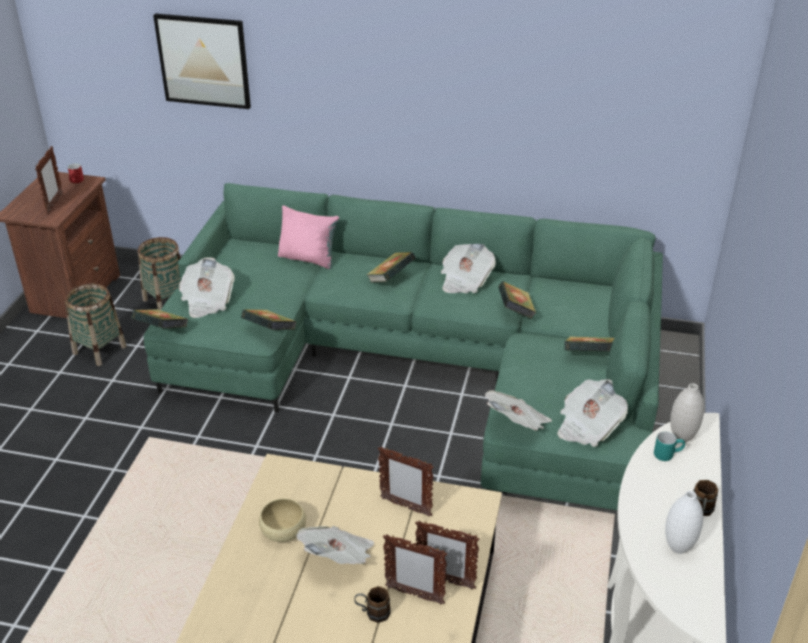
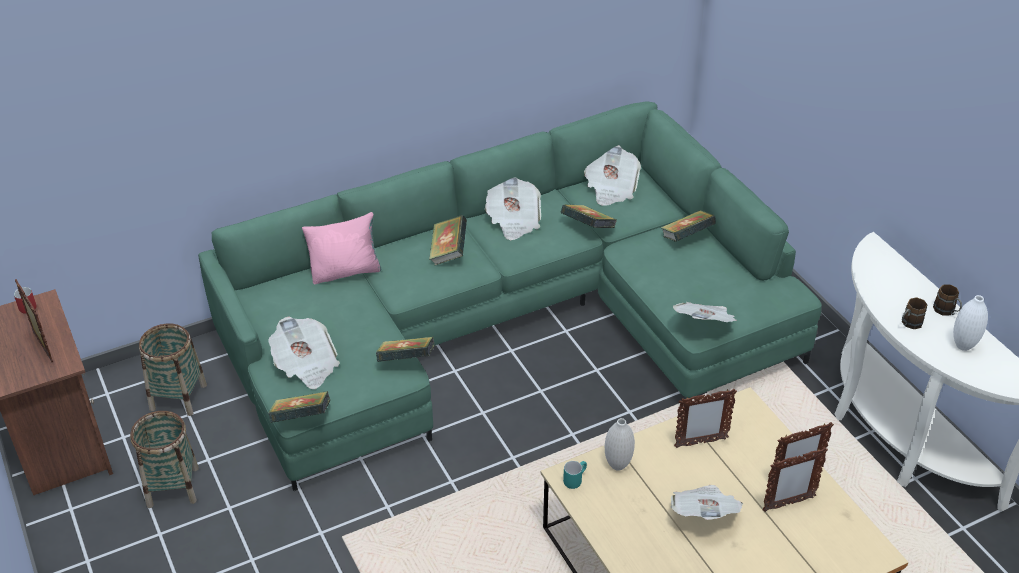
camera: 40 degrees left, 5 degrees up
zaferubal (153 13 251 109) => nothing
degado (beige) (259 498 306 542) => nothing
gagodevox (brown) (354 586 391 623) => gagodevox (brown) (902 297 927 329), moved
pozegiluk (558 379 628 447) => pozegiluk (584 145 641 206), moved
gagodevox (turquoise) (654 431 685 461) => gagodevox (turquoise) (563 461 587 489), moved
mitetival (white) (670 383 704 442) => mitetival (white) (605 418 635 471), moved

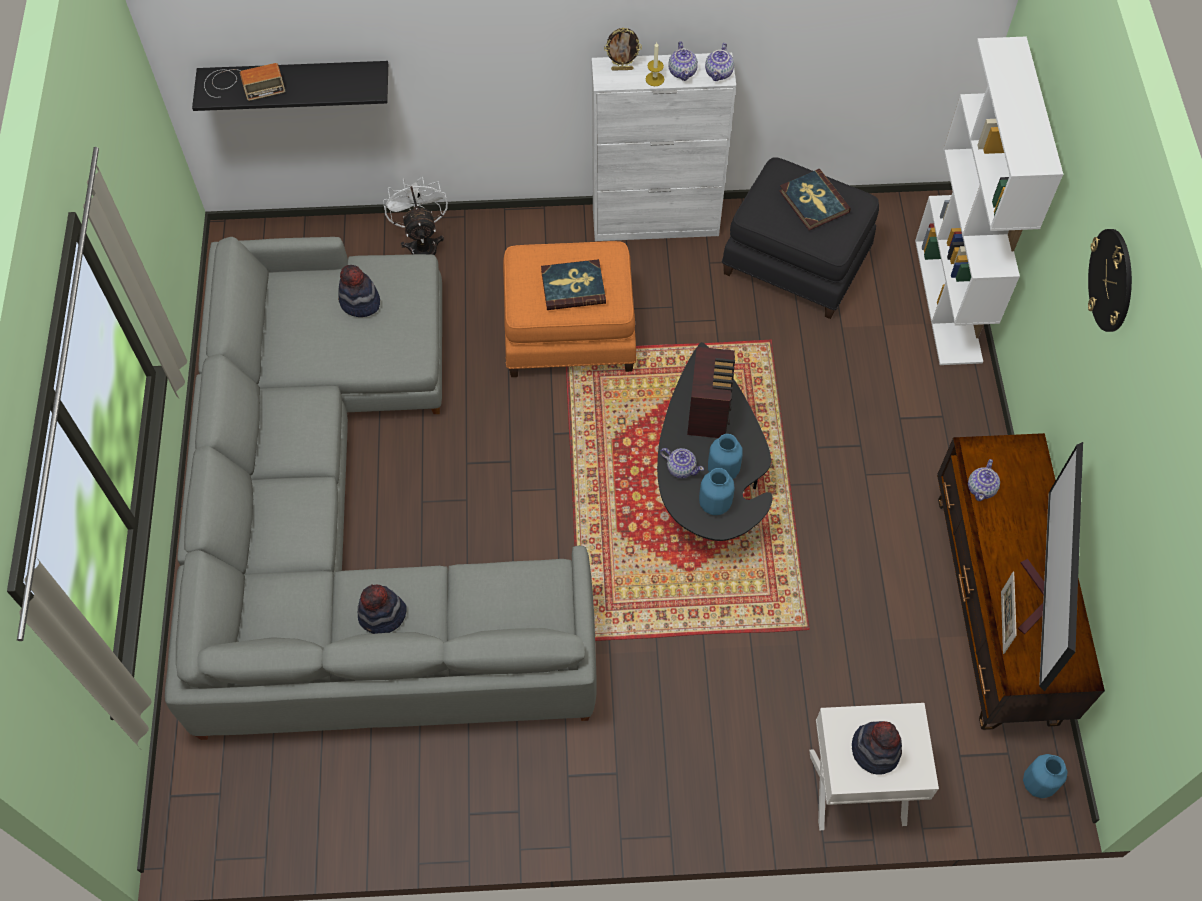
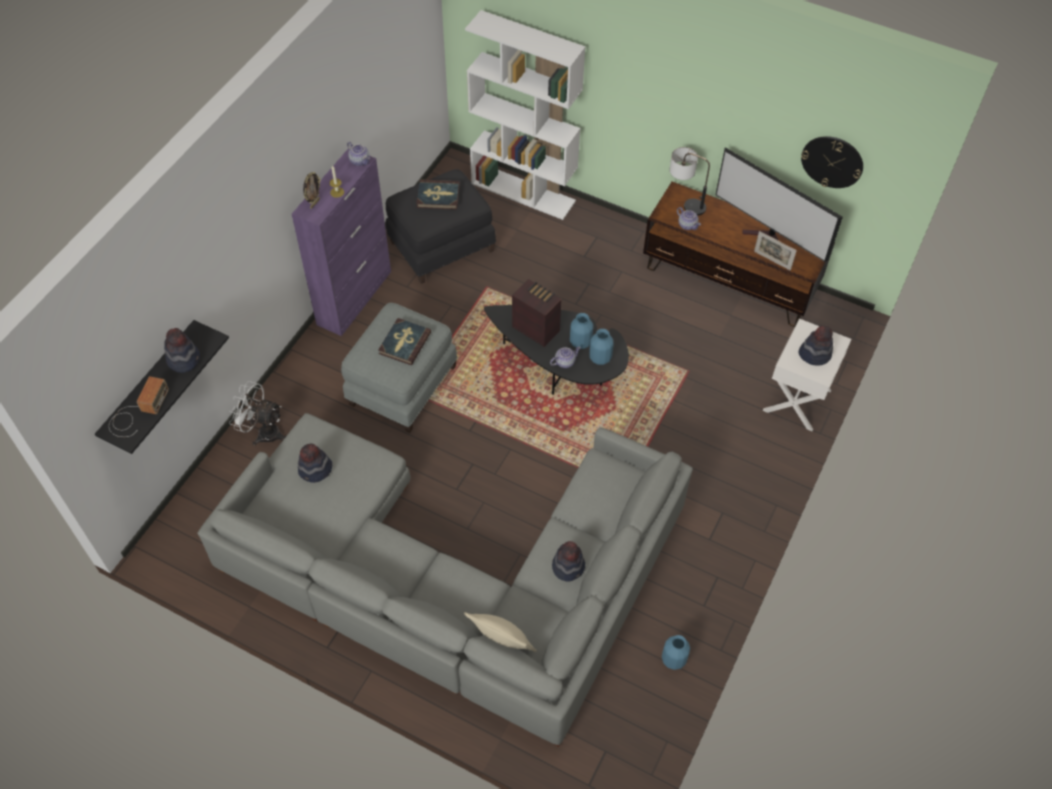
camera: 60 degrees left, 5 degrees down
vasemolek (668 41 698 81) => nothing
nothing => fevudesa (164 328 200 373)
nothing => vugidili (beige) (464 612 537 652)
nothing => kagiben (669 147 710 216)
mitetival (blue) (1023 754 1067 798) => mitetival (blue) (662 635 690 670), moved
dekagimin (1088 229 1132 332) => dekagimin (801 136 863 188), moved
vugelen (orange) (503 241 637 377) => vugelen (grey) (341 303 457 433)
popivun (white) (592 52 736 241) => popivun (purple) (292 149 391 336)

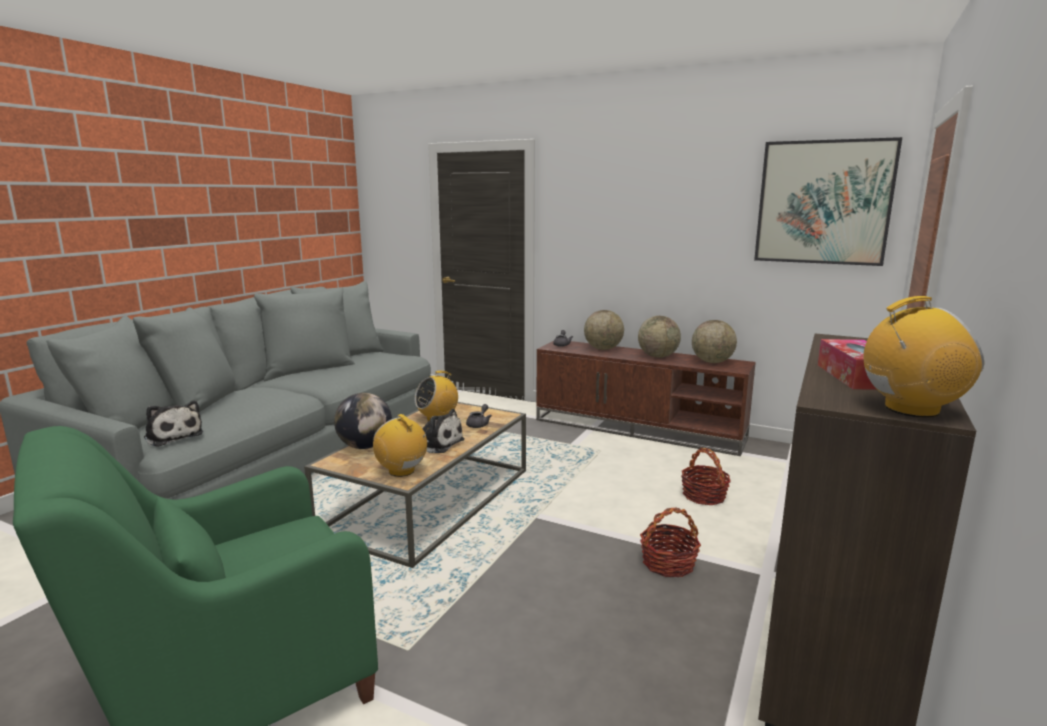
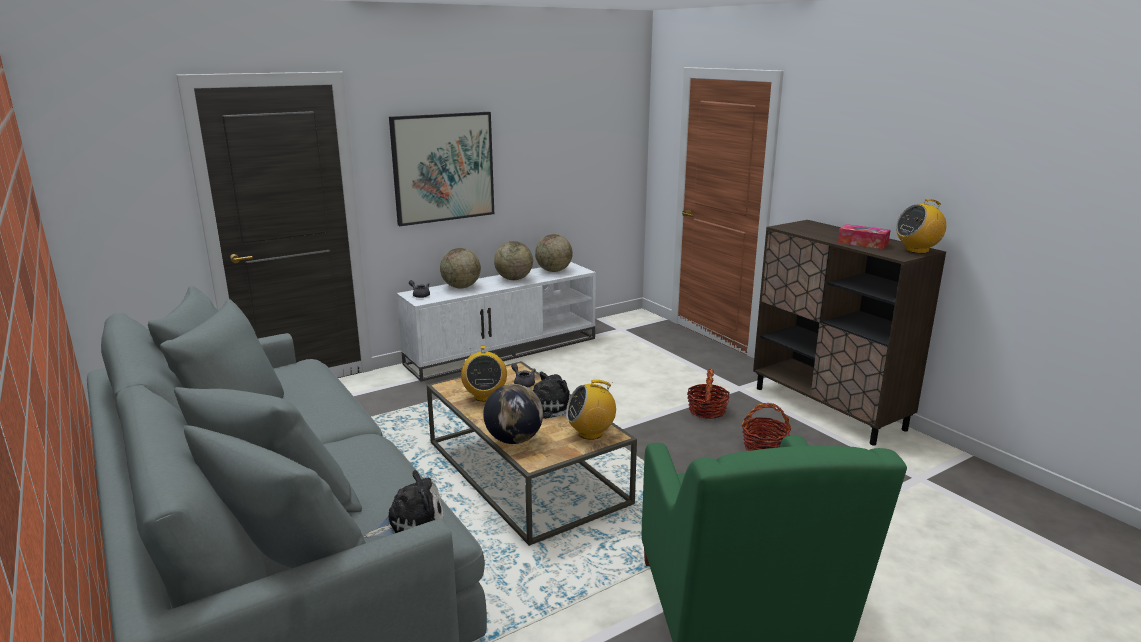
camera: 60 degrees left, 5 degrees up
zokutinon (681 448 731 505) => zokutinon (741 403 791 451), moved
zaferubal (754 137 902 266) => zaferubal (389 112 494 226), moved
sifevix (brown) (536 341 756 456) => sifevix (white) (397 262 596 381)
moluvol (863 296 984 418) => moluvol (896 199 946 254), 135 degrees counterclockwise

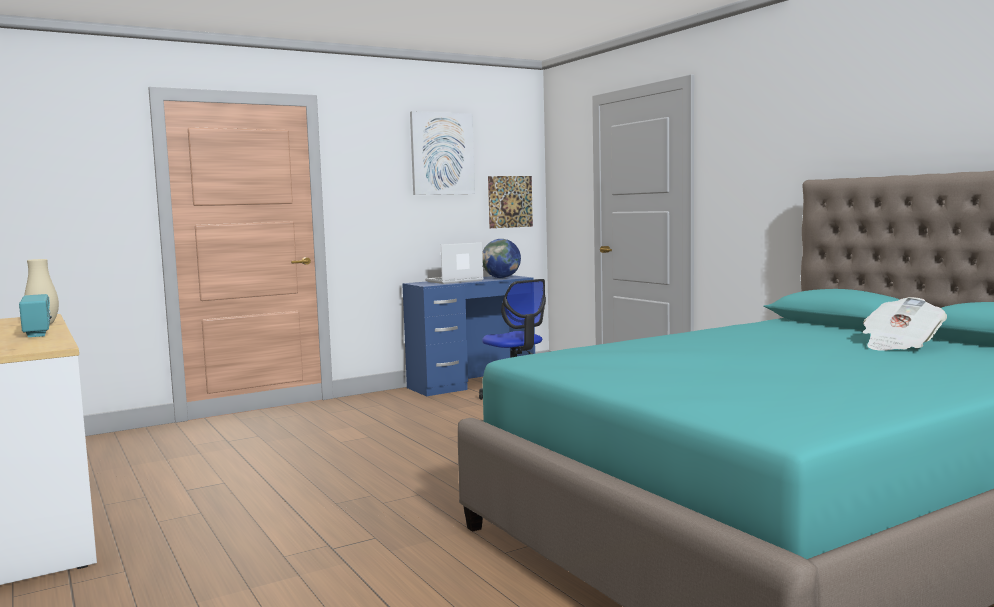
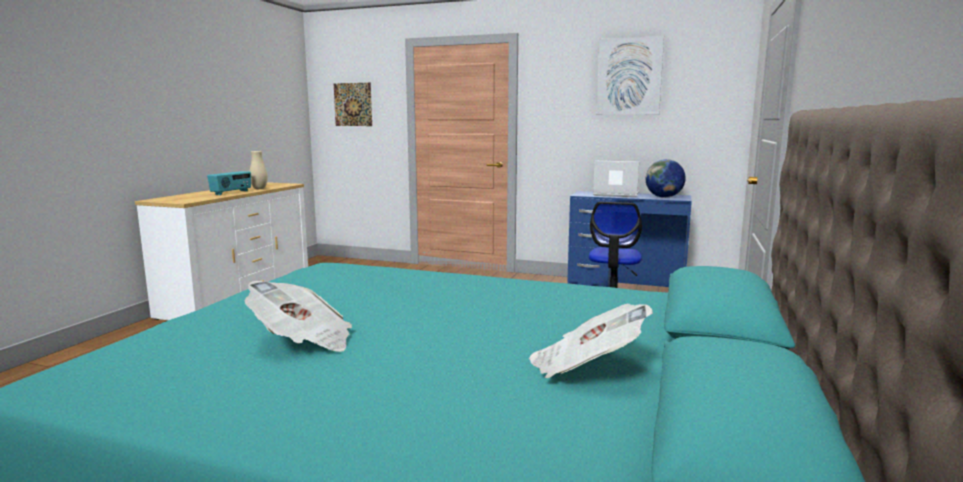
camera: 50 degrees right, 5 degrees up
nothing => pozegiluk (244 281 352 352)
zaferubal (488 176 533 228) => zaferubal (334 83 372 126), moved

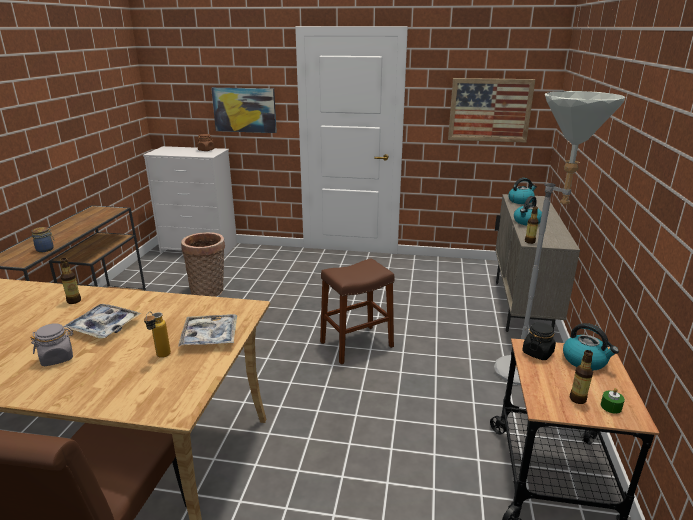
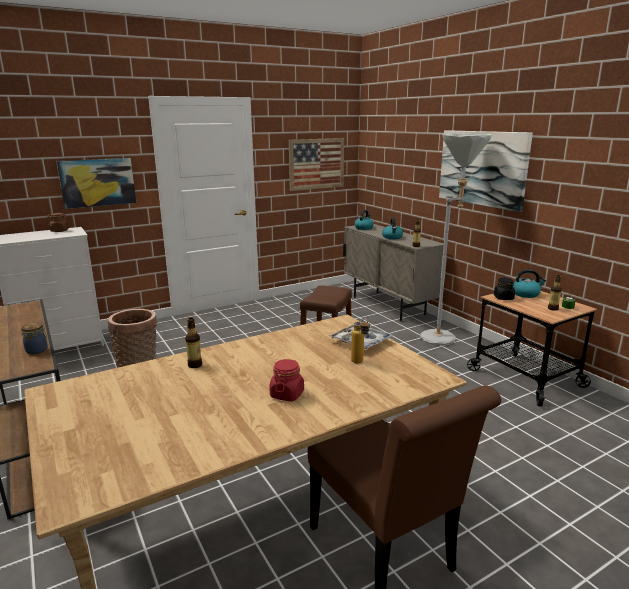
camera: 40 degrees left, 5 degrees down
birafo (64 304 141 338) => nothing
nothing => zaferubal (439 130 533 212)
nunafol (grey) (30 323 73 366) => nunafol (red) (269 359 304 401)

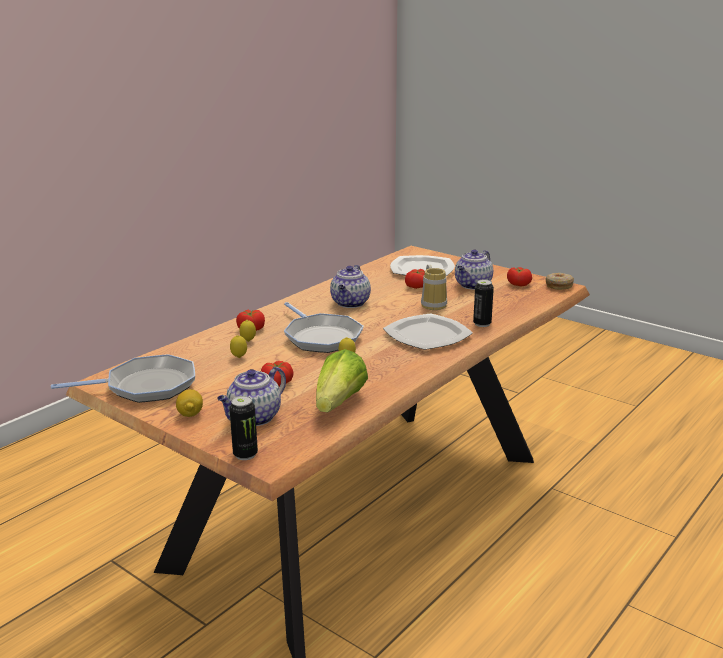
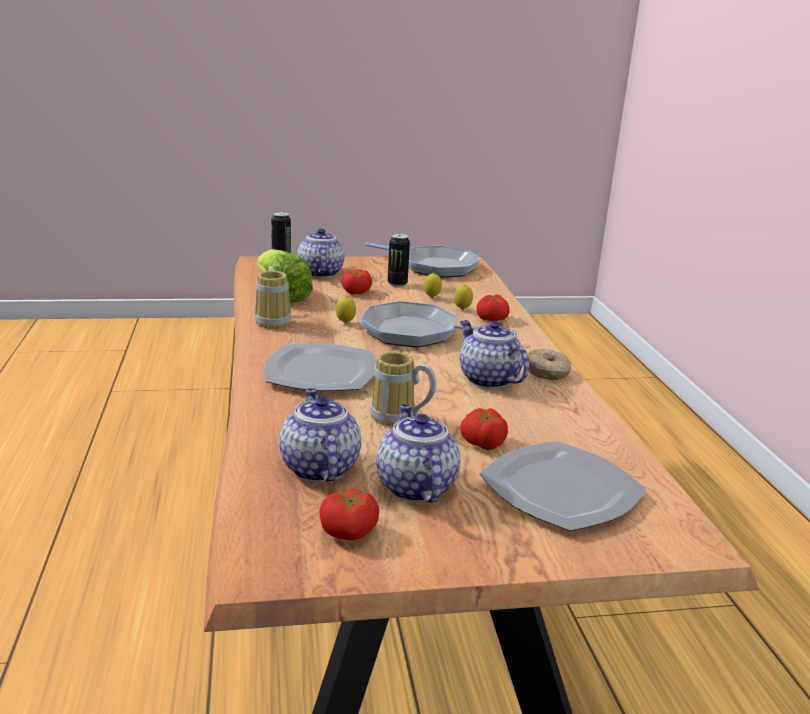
camera: 130 degrees right, 0 degrees up
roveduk (176 389 203 417) => nothing
nothing => gagodevox (255 266 291 329)
nothing => vasemolek (279 388 361 482)
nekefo (473 279 494 327) => nekefo (388 234 410 287), moved
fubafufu (546 273 574 290) => fubafufu (527 349 571 380), moved
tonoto (51 354 195 403) => tonoto (366 243 481 278), 90 degrees counterclockwise

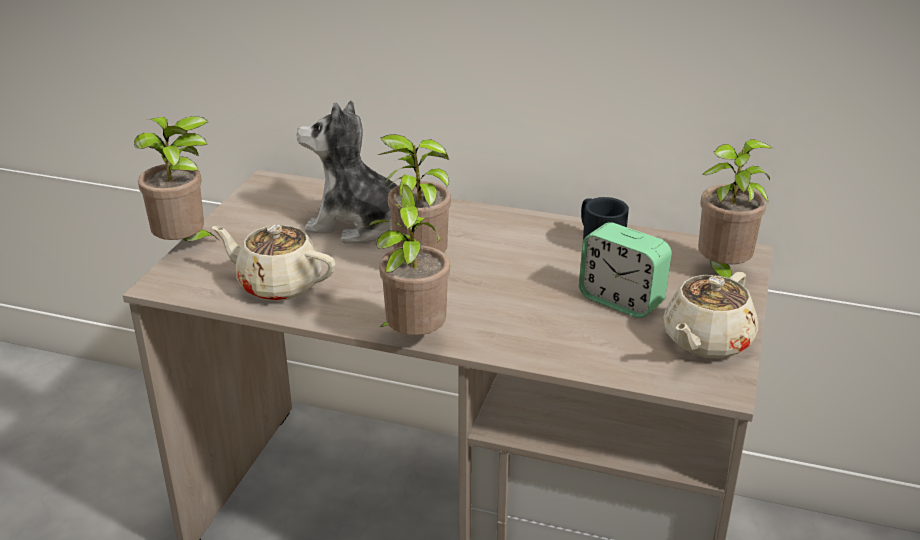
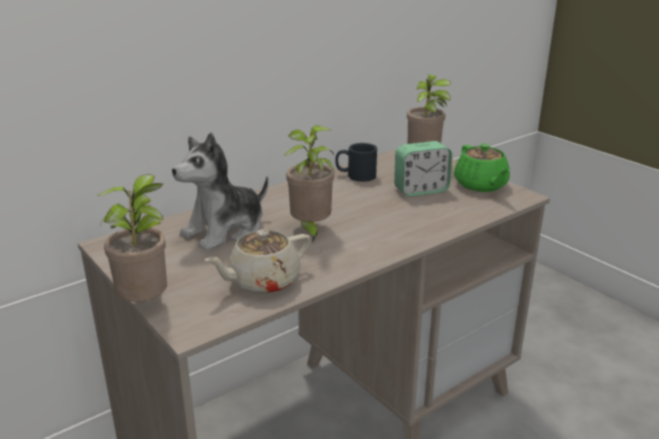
camera: 55 degrees left, 5 degrees down
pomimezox (369 185 450 335) => nothing
vasemolek (beige) (663 272 758 359) => vasemolek (green) (454 143 510 192)

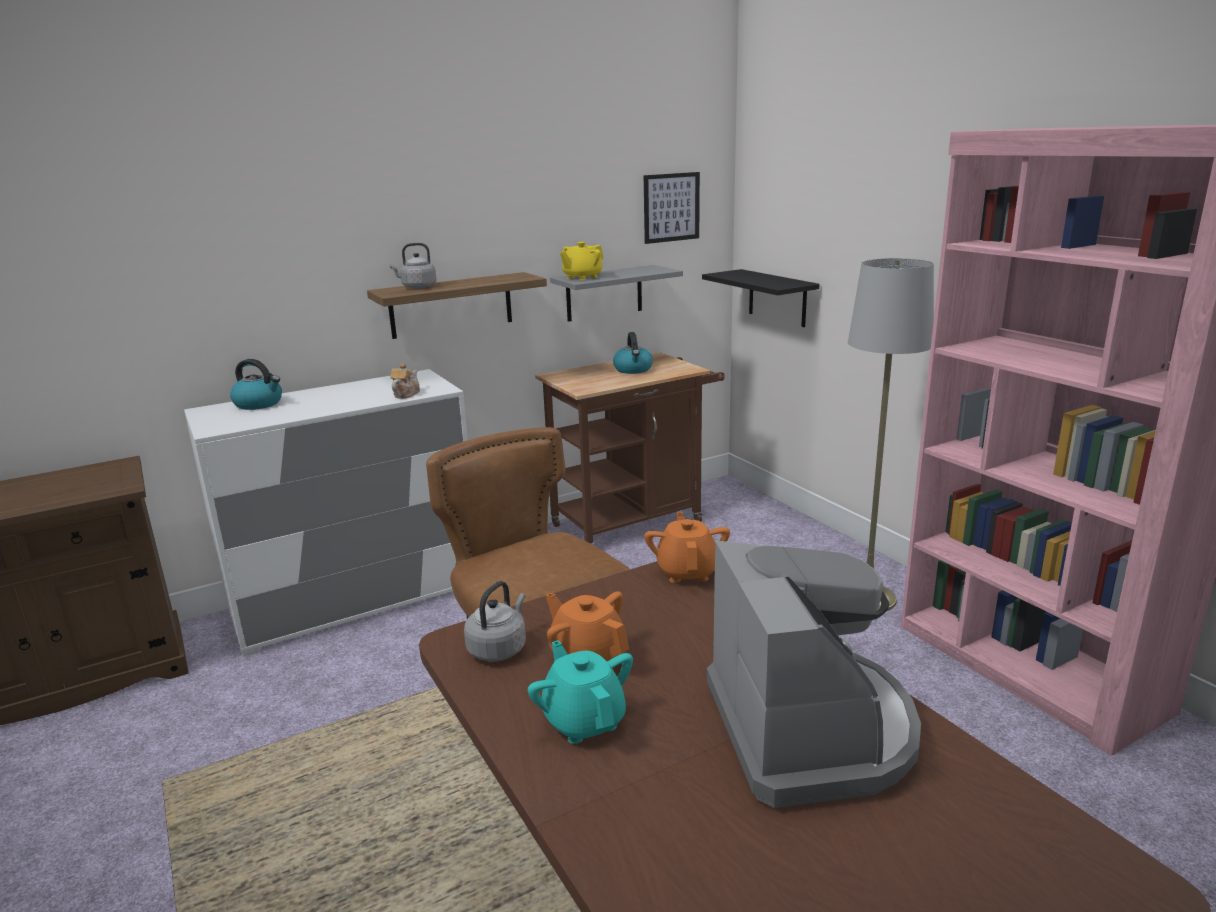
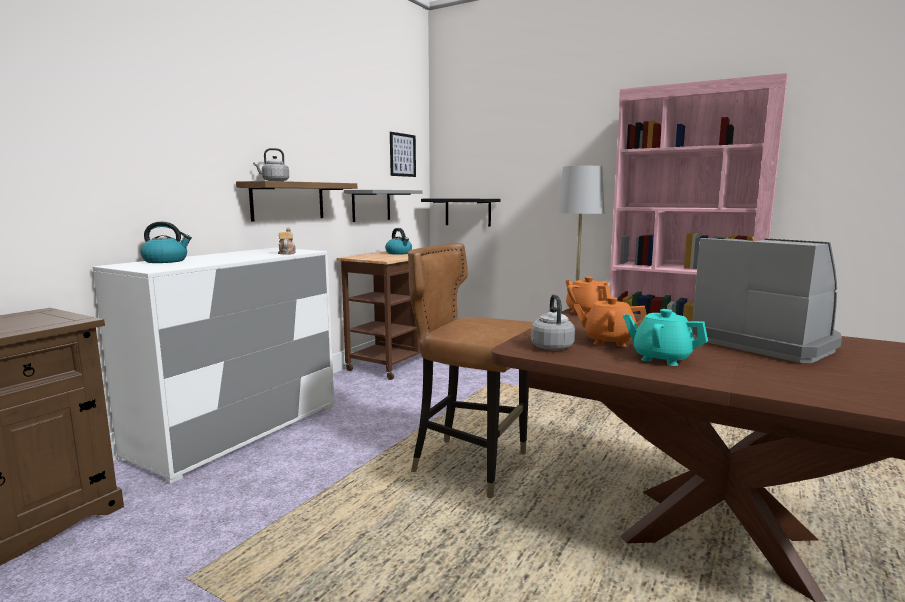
camera: 30 degrees left, 10 degrees down
vasemolek (yellow) (560 242 604 280) => nothing

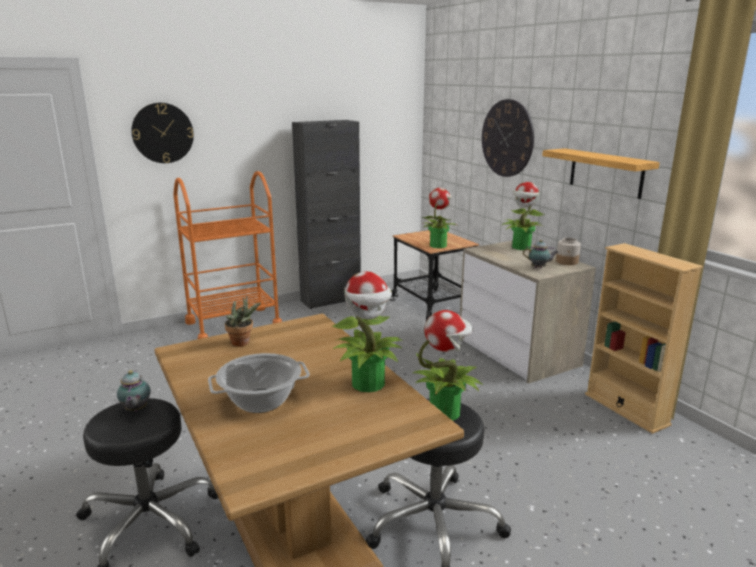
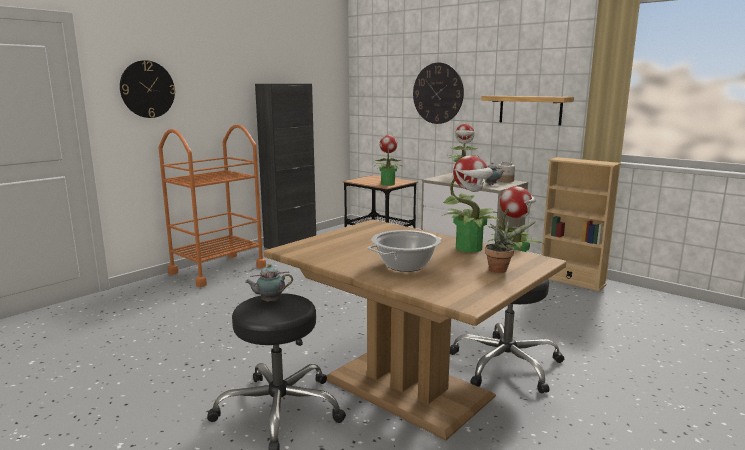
camera: 20 degrees left, 5 degrees down
pomimezox (225 295 261 347) => pomimezox (485 218 536 273), moved
vasemolek (117 370 151 412) => vasemolek (245 264 293 302), 105 degrees clockwise

